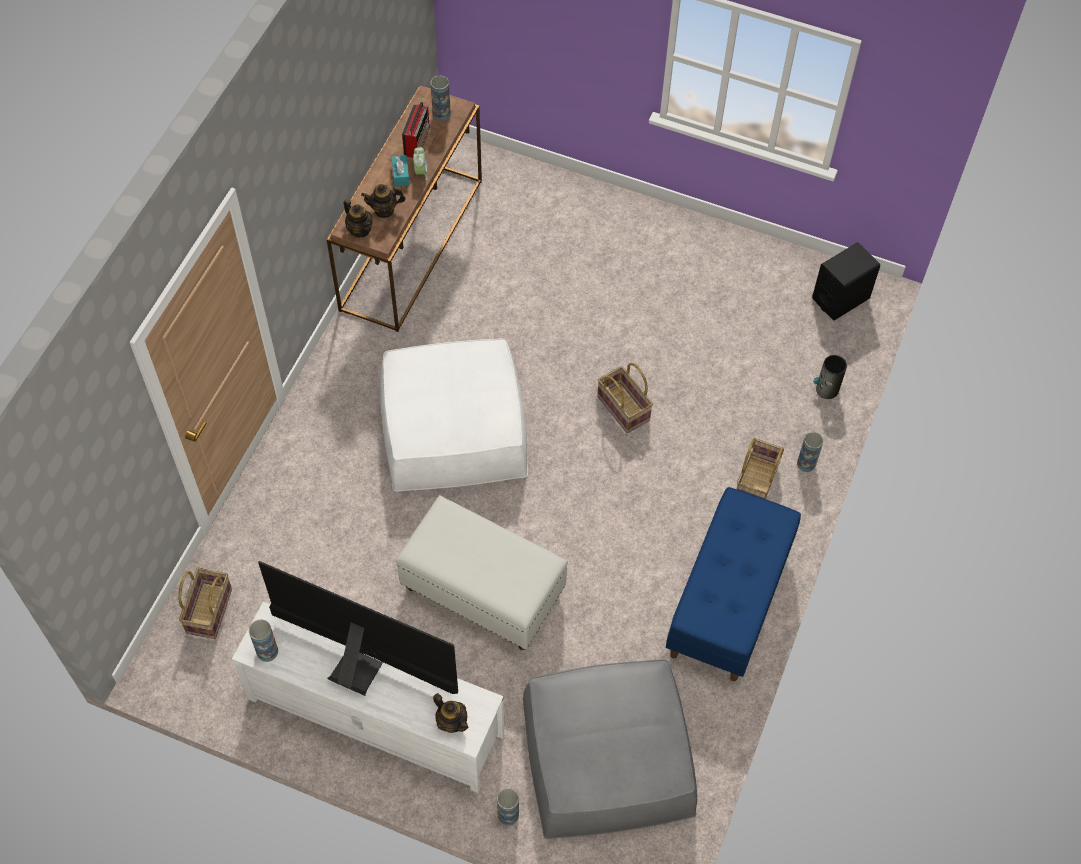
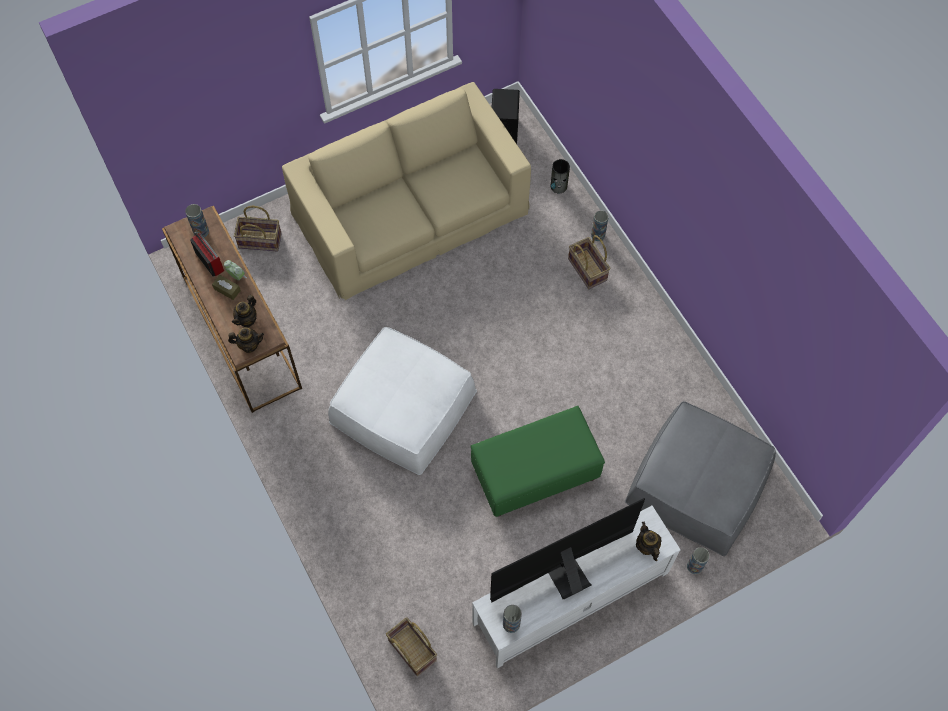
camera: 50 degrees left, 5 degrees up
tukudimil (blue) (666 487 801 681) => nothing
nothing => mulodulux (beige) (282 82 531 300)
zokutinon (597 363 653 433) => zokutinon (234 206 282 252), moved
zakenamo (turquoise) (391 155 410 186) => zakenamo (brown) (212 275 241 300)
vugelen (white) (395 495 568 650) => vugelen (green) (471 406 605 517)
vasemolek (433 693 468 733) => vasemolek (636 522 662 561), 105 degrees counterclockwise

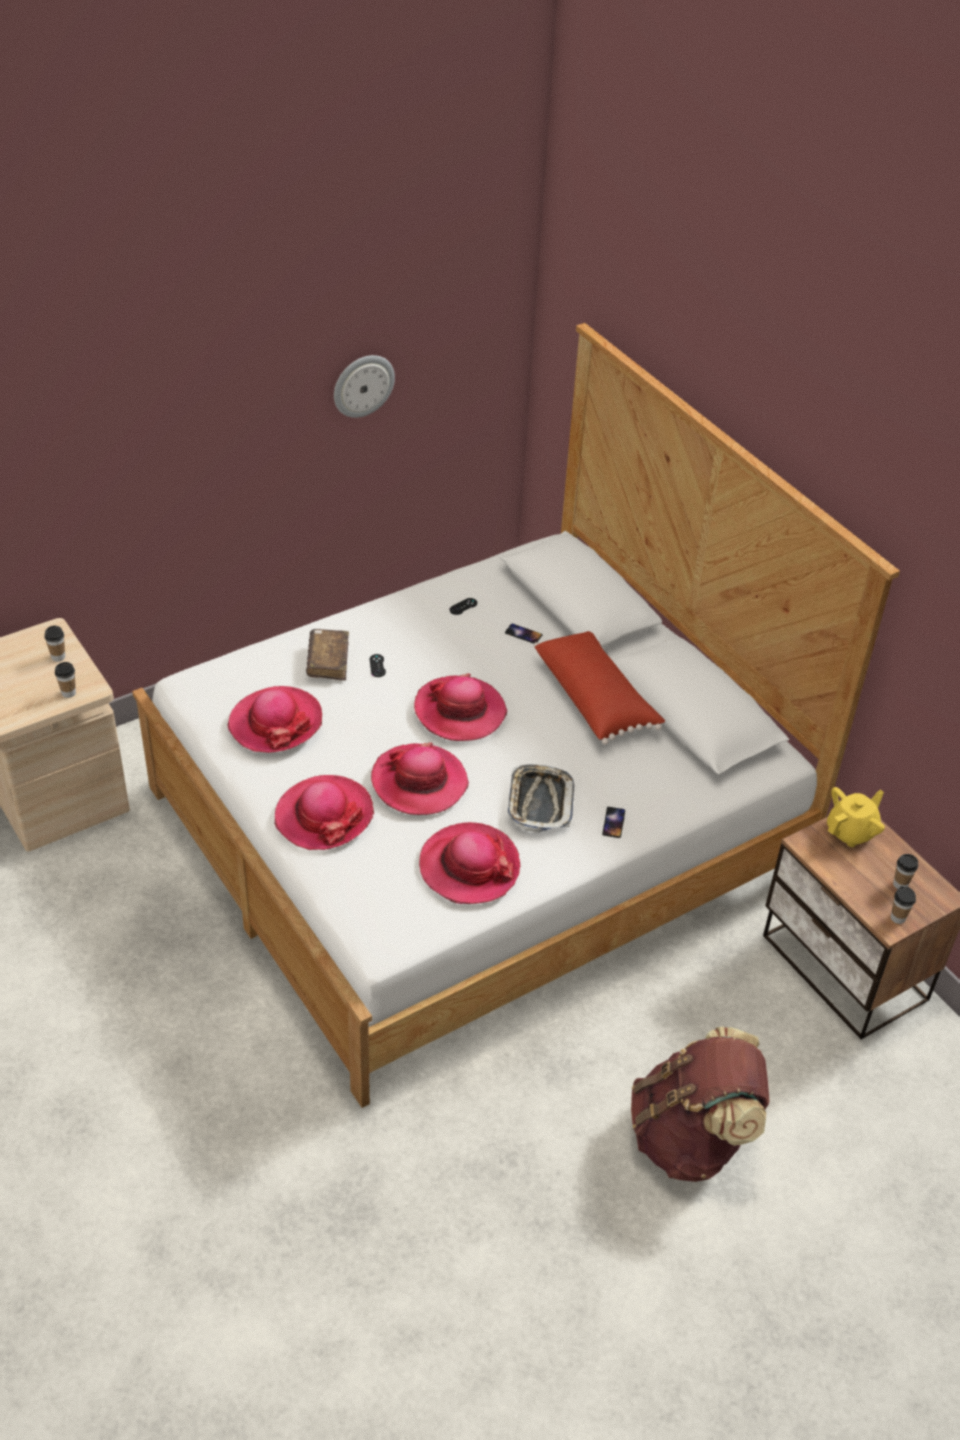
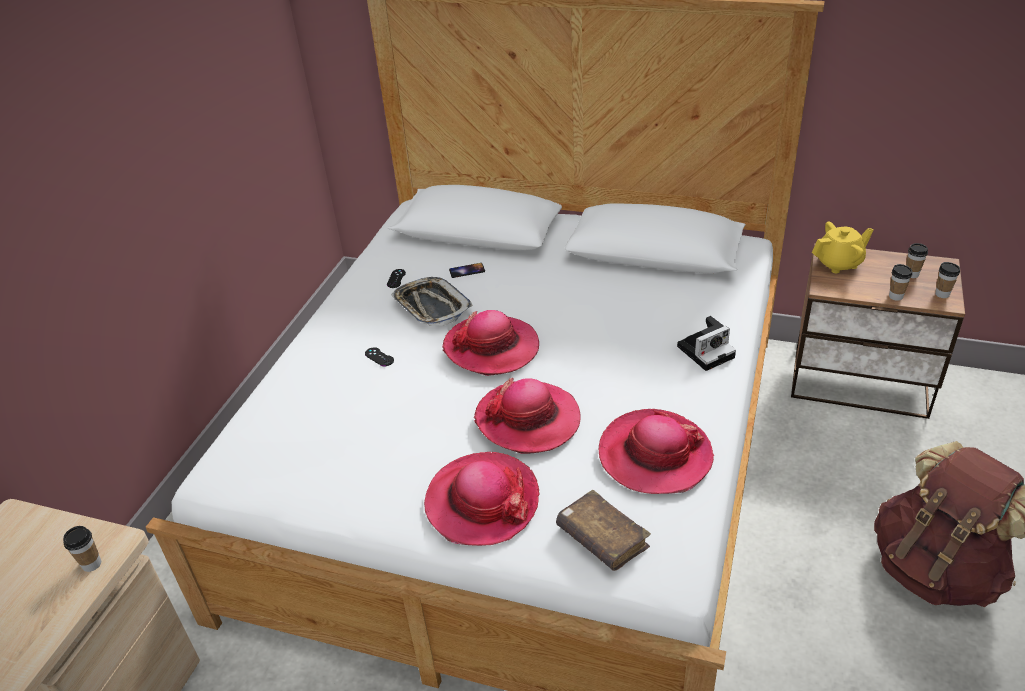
camera: 35 degrees left, 5 degrees down
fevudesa (227 686 322 753) => nothing
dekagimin (334 355 395 418) => nothing
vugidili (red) (534 631 665 745) => nothing
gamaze (44 625 65 662) => gamaze (889 264 912 301), moved
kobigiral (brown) (306 629 349 681) => kobigiral (brown) (556 490 651 571), moved
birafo (507 764 574 833) => birafo (391 277 473 326), moved
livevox (602 807 625 838) => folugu (677 316 736 371)
vasemolek (yellow) (827 787 885 847) => vasemolek (yellow) (812 222 873 273), 60 degrees clockwise

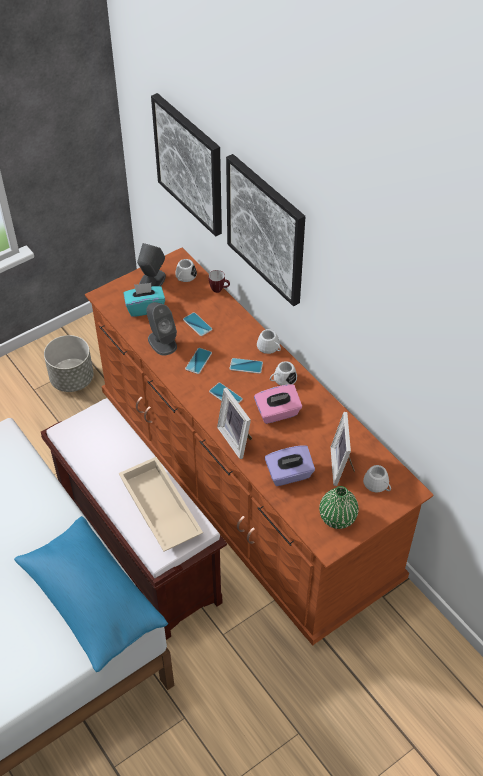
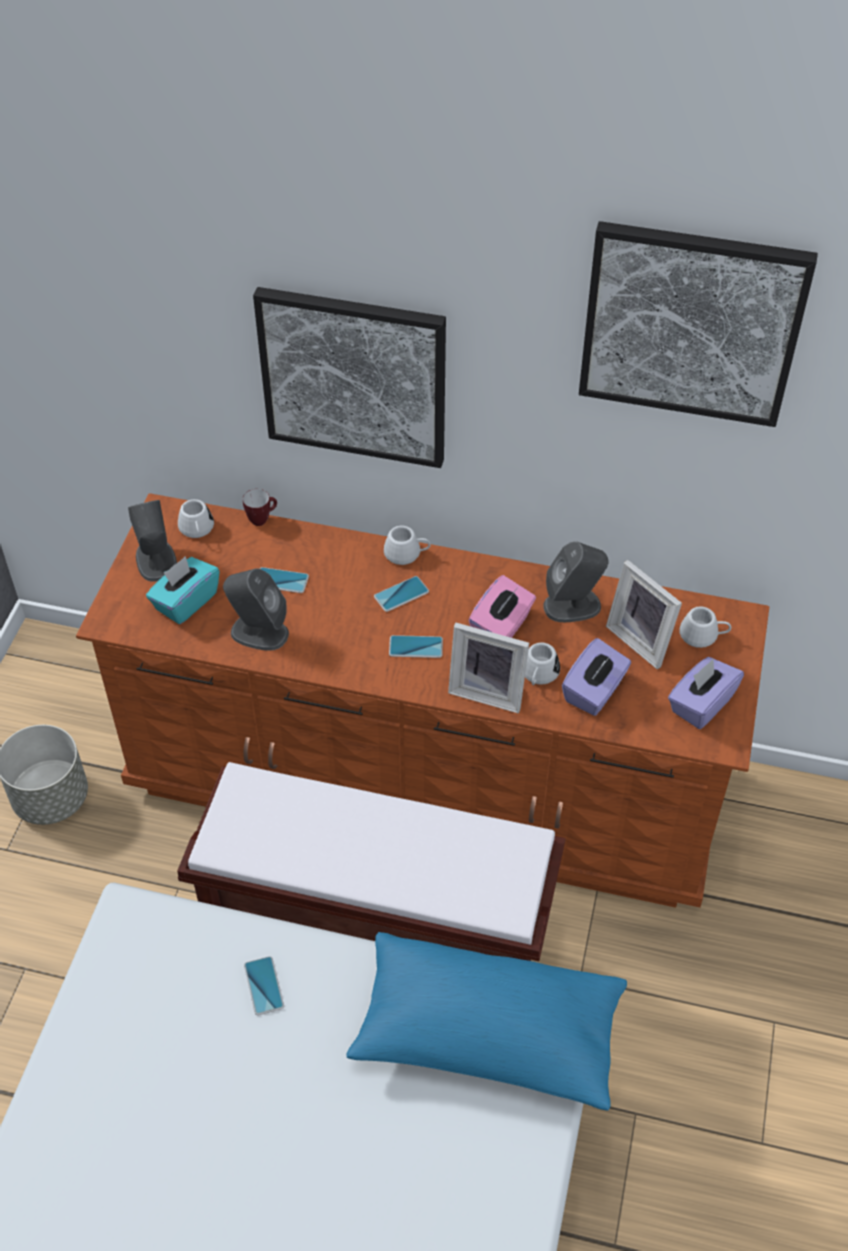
camera: 40 degrees left, 0 degrees up
birafo (beige) (119 457 203 551) => nothing
nothing => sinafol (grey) (543 541 609 622)
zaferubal (151 93 222 237) => zaferubal (579 221 818 427), moved
livevox (185 348 212 374) => livevox (244 956 284 1015), moved
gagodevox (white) (270 361 297 386) => gagodevox (white) (525 643 560 685), moved
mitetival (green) (319 486 359 529) => zakenamo (purple) (668 657 744 729)

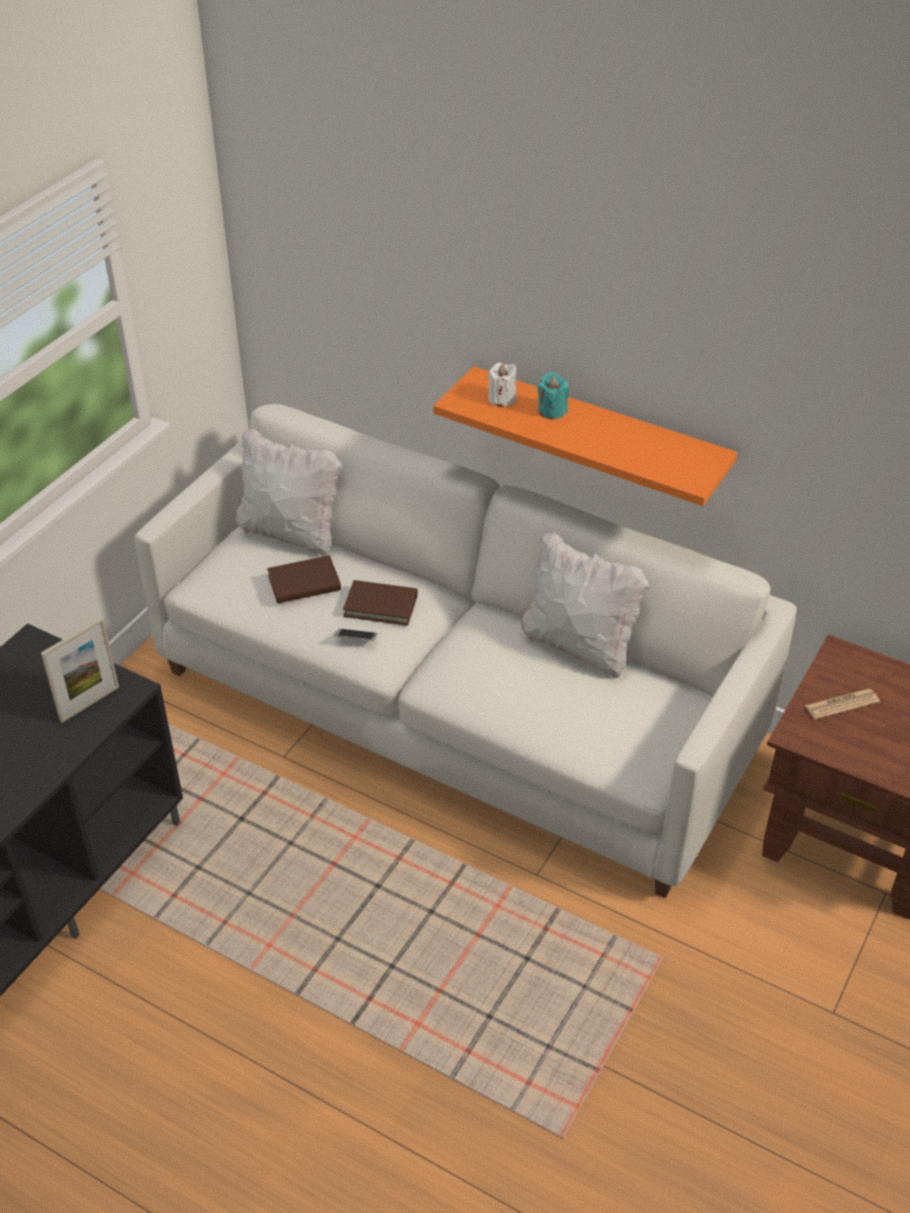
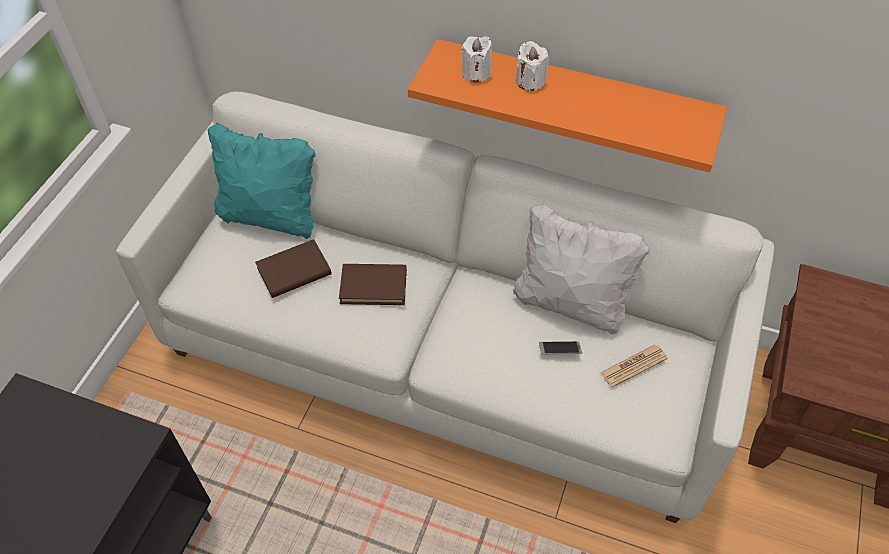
camera: 10 degrees left, 10 degrees up
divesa (41 618 119 723) => nothing
livevox (334 629 378 641) => livevox (539 341 582 354), moved
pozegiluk (805 689 880 720) => pozegiluk (600 345 668 387), moved
vugidili (white) (235 427 342 557) => vugidili (turquoise) (208 122 316 239)
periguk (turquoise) (538 372 569 419) => periguk (white) (516 41 549 91)

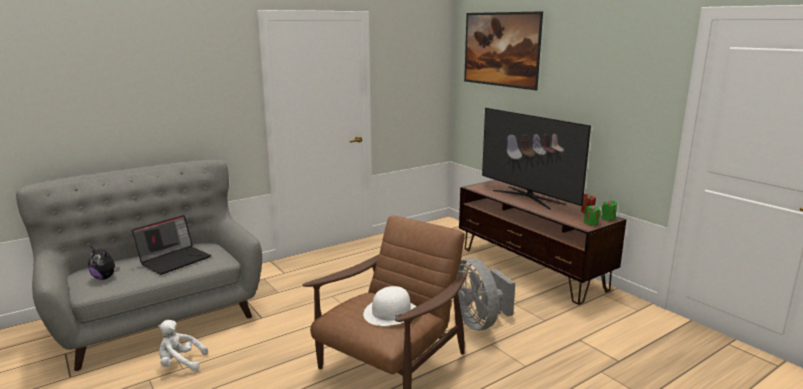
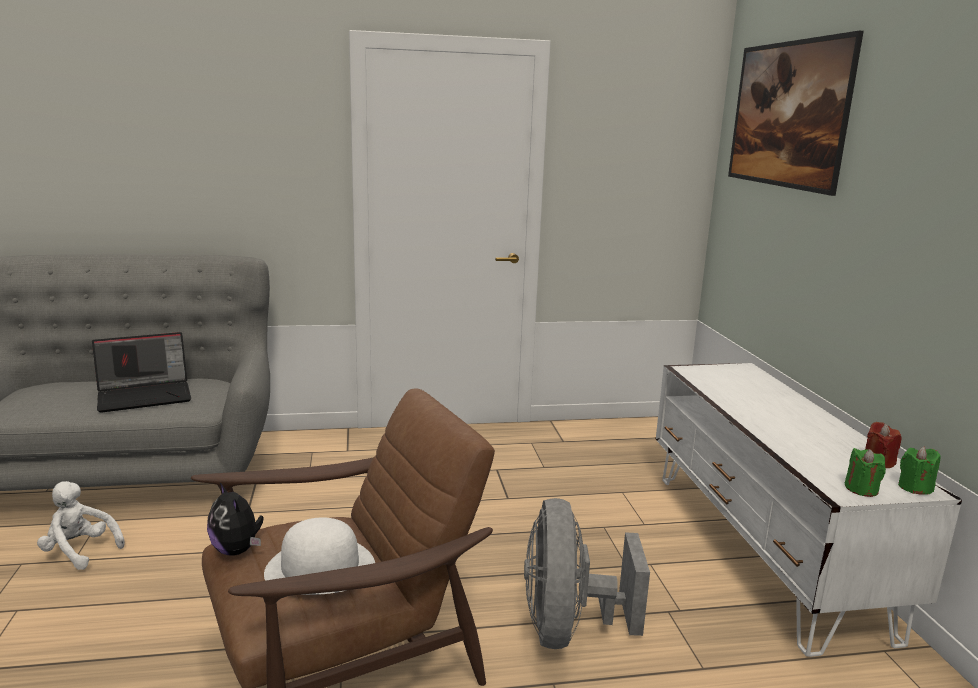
camera: 25 degrees right, 0 degrees up
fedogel (482 108 591 209) => nothing
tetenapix (88 247 120 280) => tetenapix (207 483 264 556), moved
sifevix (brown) (459 180 627 305) => sifevix (white) (656 363 962 657)

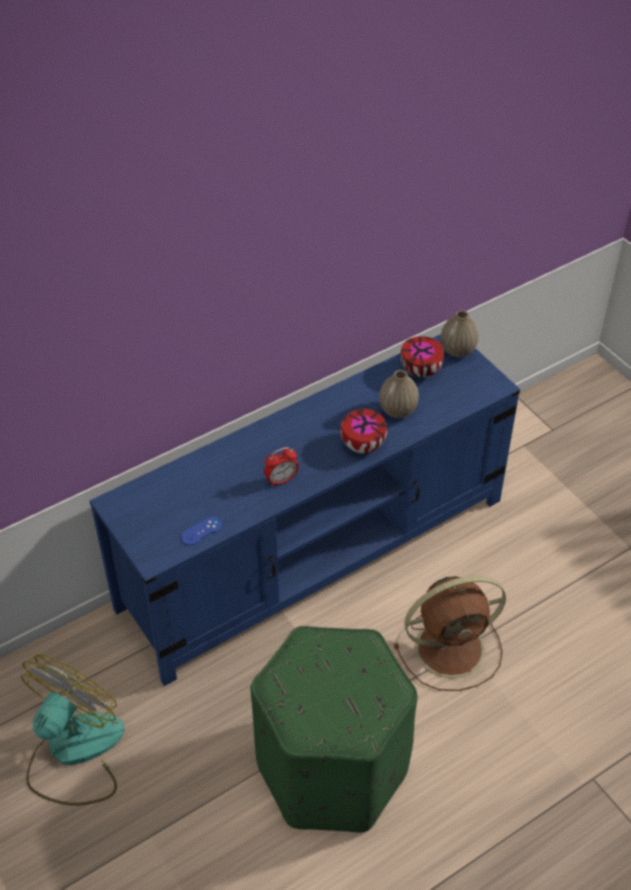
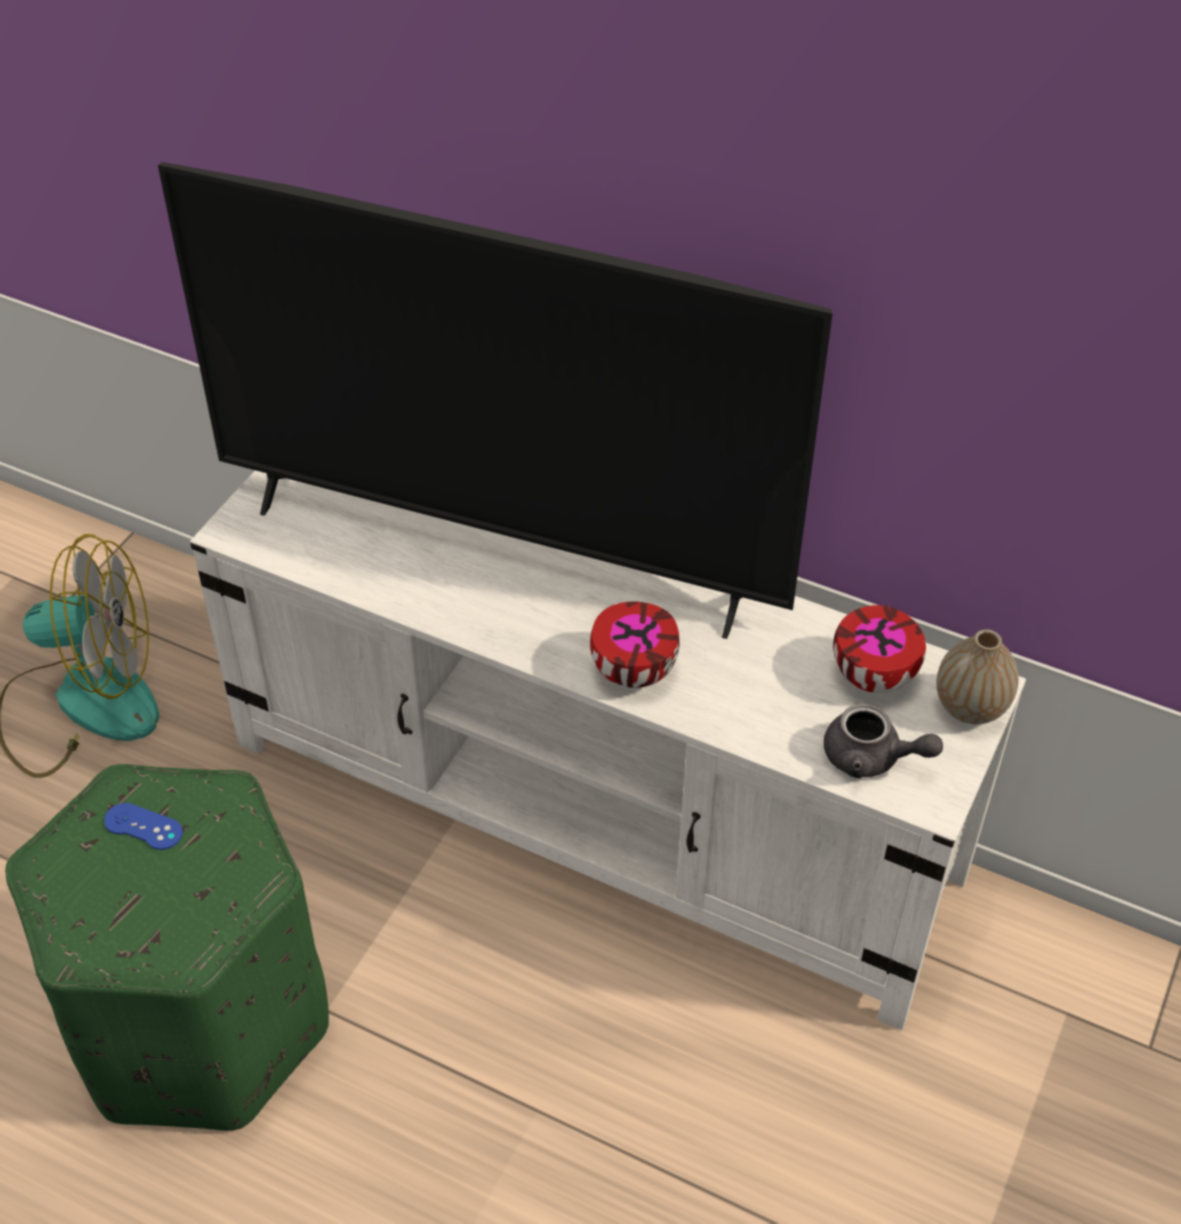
camera: 60 degrees right, 0 degrees up
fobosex (264 447 299 487) => nothing
mitetival (379 370 419 418) => nothing
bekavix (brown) (393 576 506 691) => nothing
nothing => fedogel (158 162 832 639)
nothing => vasemolek (grey) (824 704 943 778)
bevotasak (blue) (181 517 222 545) => bevotasak (blue) (104 803 183 850), moved
sifevix (blue) (90 334 520 686) => sifevix (white) (190 470 1026 1030)

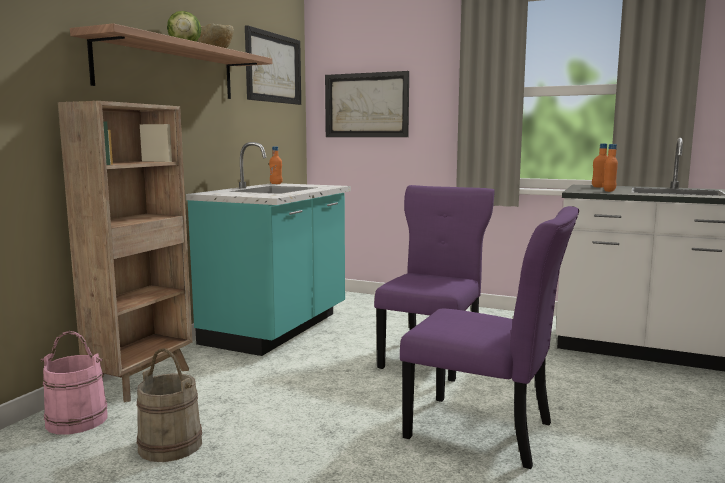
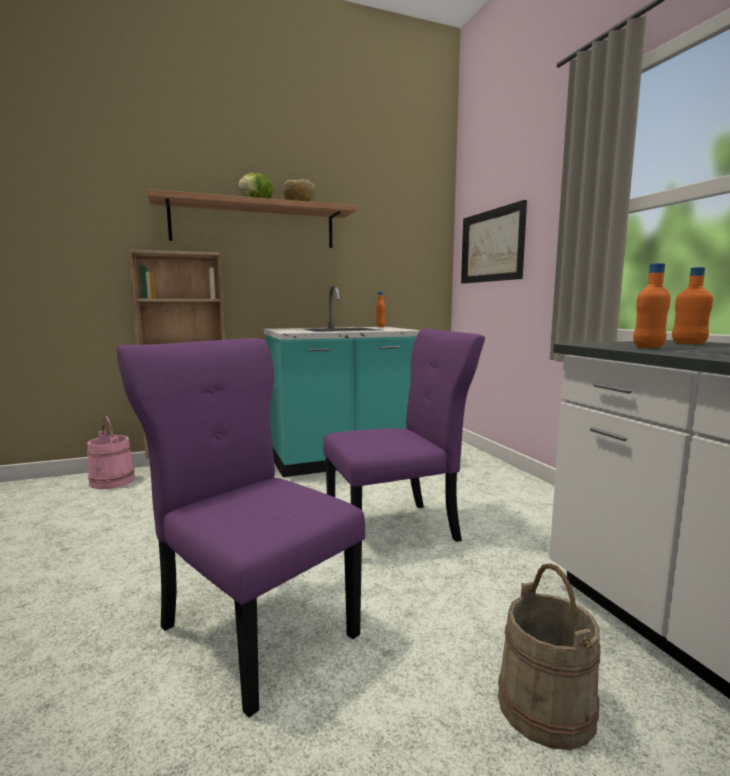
camera: 45 degrees right, 0 degrees up
zaferubal (245 25 301 105) => nothing
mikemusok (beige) (137 348 202 462) => mikemusok (beige) (498 563 601 750), moved
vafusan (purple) (400 206 579 469) => vafusan (purple) (116 338 365 718), 150 degrees clockwise

